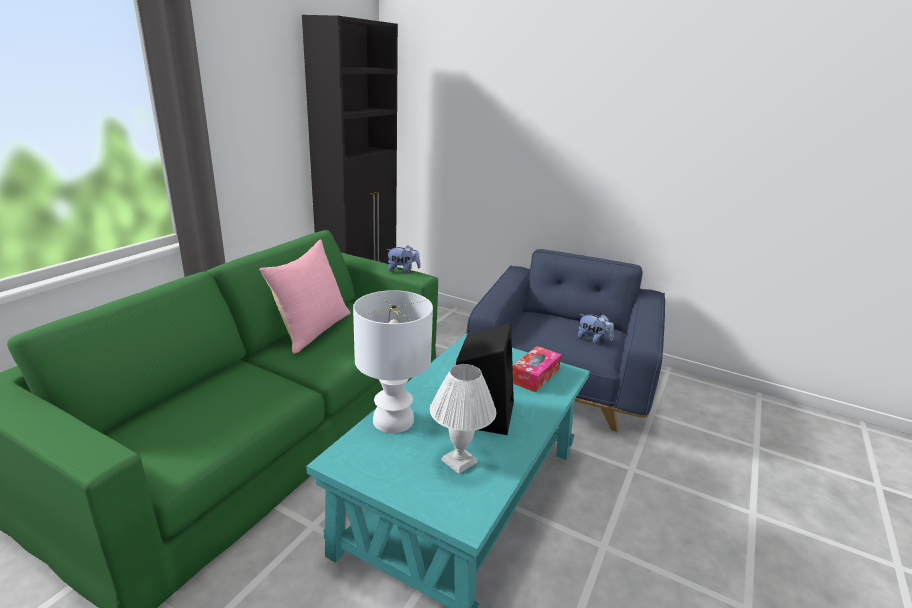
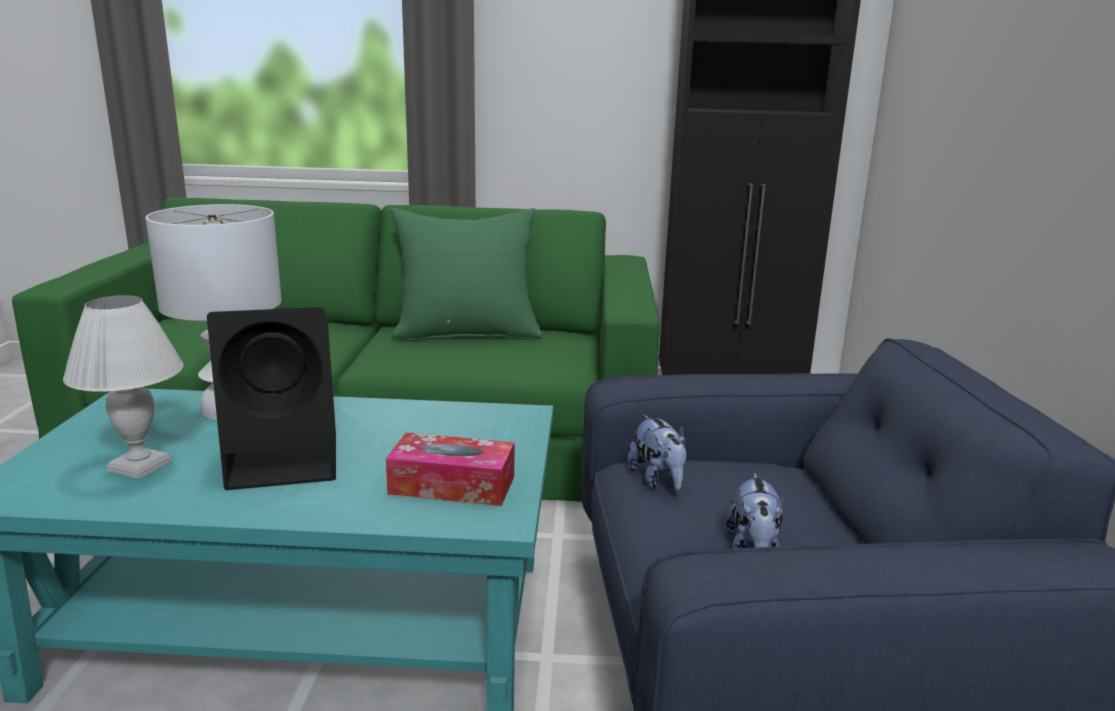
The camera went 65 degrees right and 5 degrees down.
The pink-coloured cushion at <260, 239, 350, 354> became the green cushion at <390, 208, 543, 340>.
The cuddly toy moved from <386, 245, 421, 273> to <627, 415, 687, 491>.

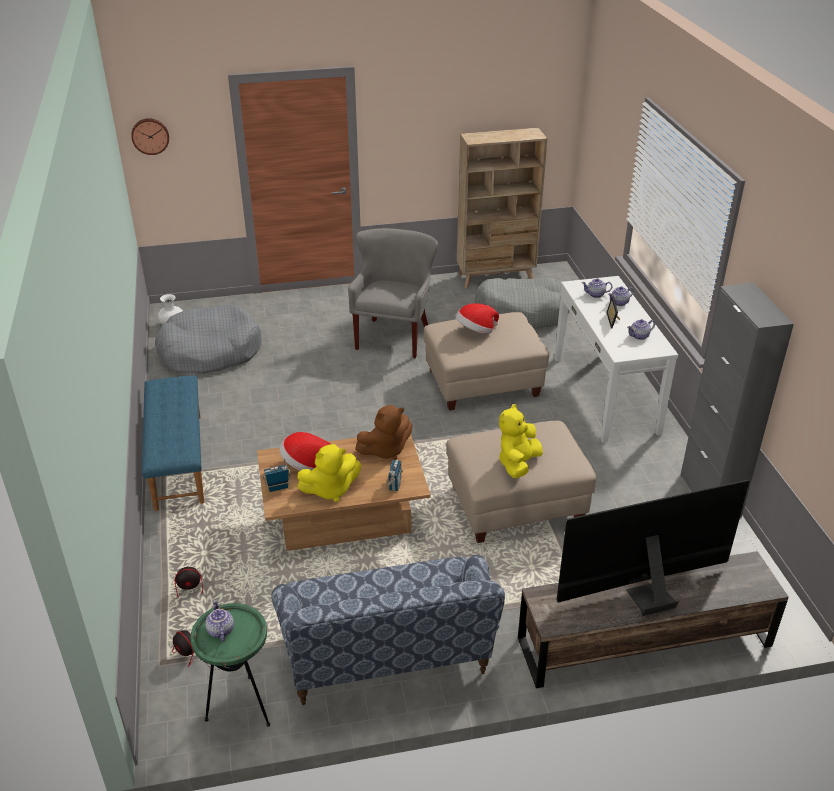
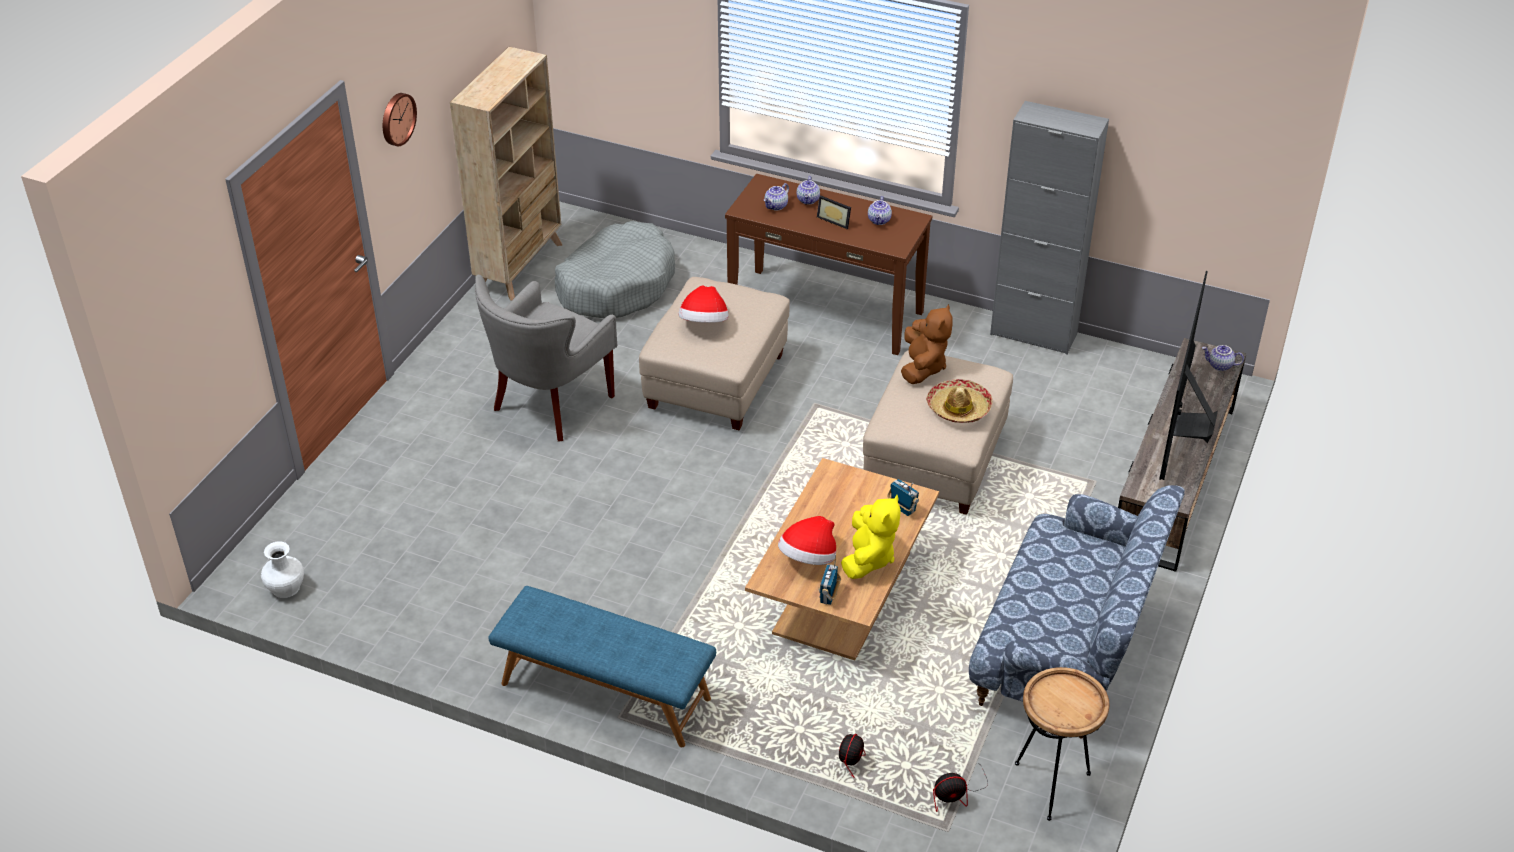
The camera went 55 degrees left and 5 degrees up.
The wall clock moved from <131, 118, 169, 155> to <383, 93, 417, 146>.
The grey pet bed at <155, 304, 262, 374> disappeared.
The green end table at <190, 603, 270, 726> became the brown-coloured end table at <1015, 667, 1110, 821>.
The tea pot moved from <205, 600, 234, 641> to <1202, 345, 1244, 371>.
The grey lounge chair at <348, 228, 438, 358> turned 105 degrees counterclockwise.
The brown-coloured cuddly toy moved from <355, 405, 412, 461> to <901, 304, 953, 384>.
The yellowish cuddly toy at <499, 404, 543, 478> was replaced by the clothing hat at <926, 379, 993, 423>.
The white hall table at <554, 276, 678, 443> became the brown-coloured hall table at <725, 174, 932, 355>.

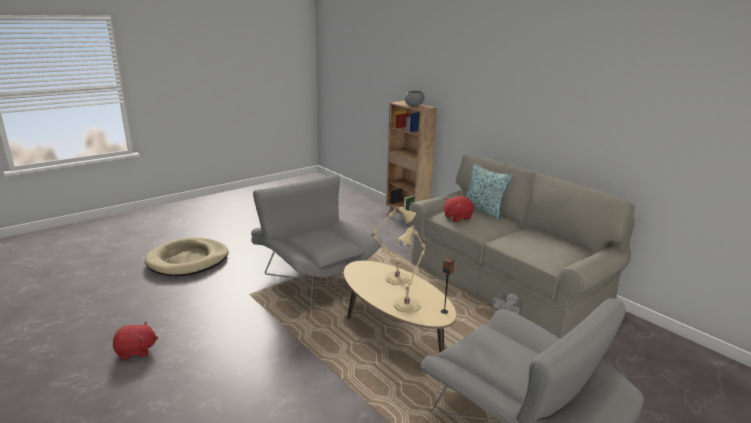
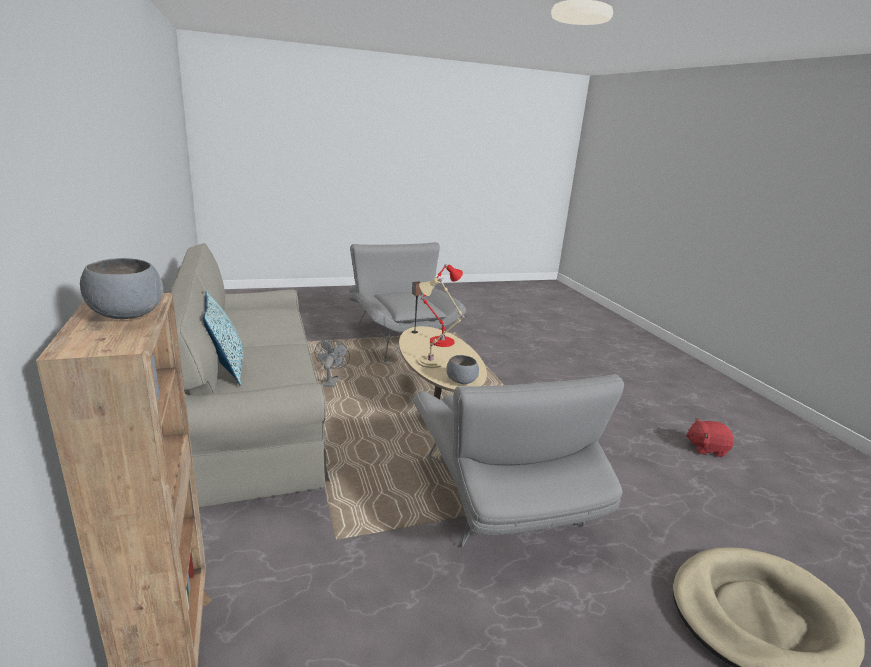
The camera went 160 degrees left and 0 degrees up.
The beige table lamp at <394, 225, 426, 313> became the red-coloured table lamp at <421, 264, 463, 347>.
The red-coloured cuddly toy at <444, 196, 474, 222> disappeared.
The grey bowl at <446, 355, 479, 384> appeared.

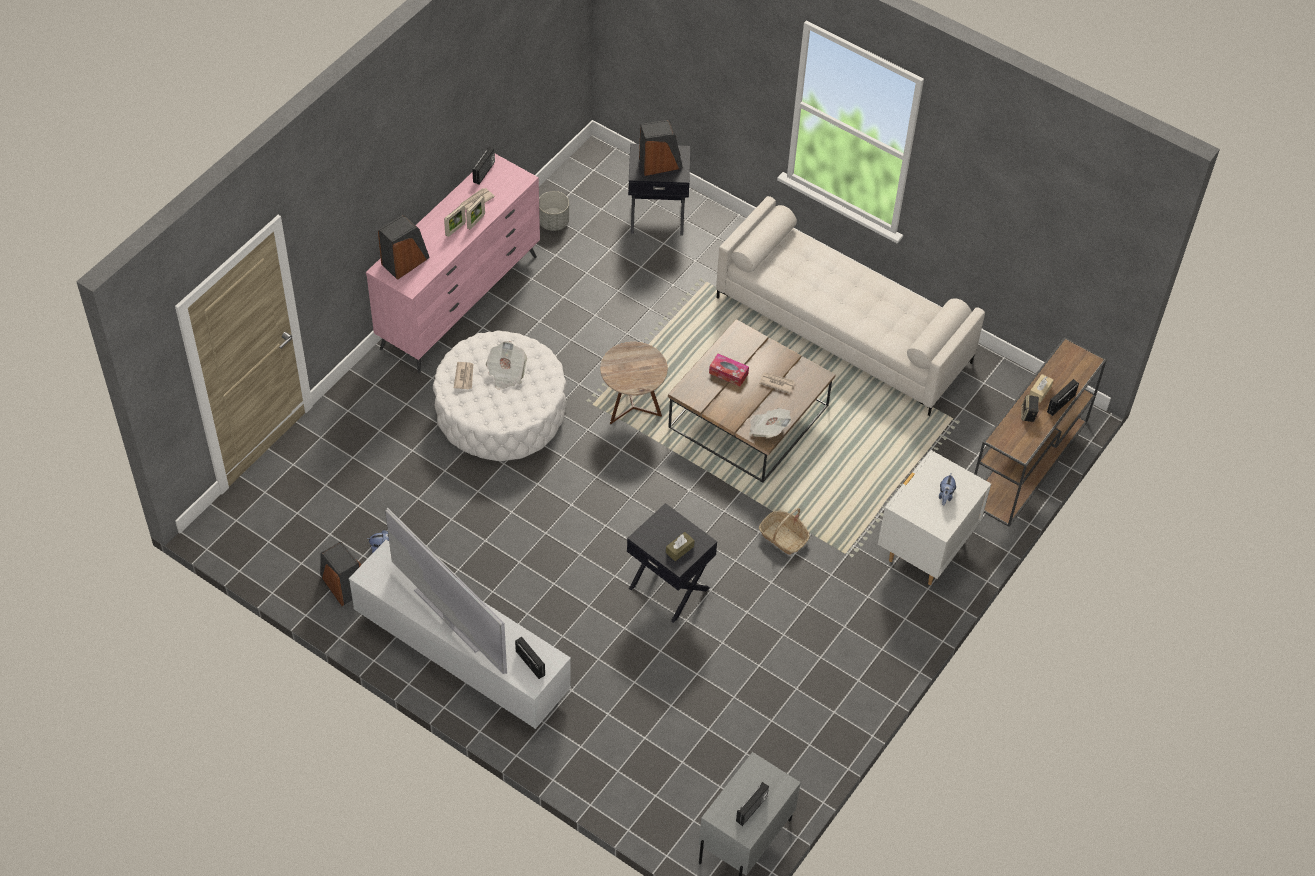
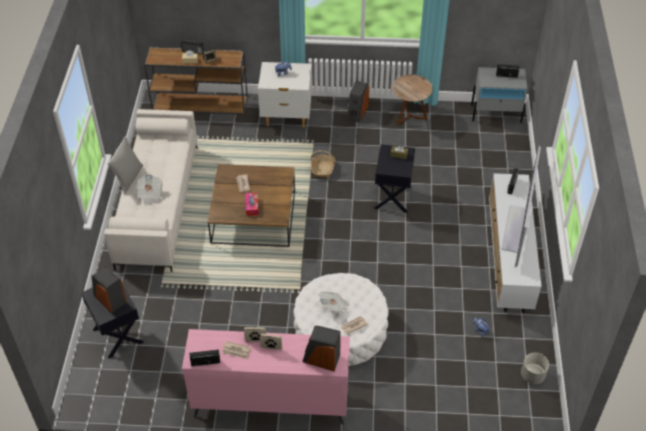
The camera went 120 degrees left and 5 degrees down.
The loudspeaker moved from <320, 542, 361, 606> to <347, 81, 369, 122>.
The grey flower pot moved from <539, 191, 569, 231> to <521, 353, 549, 384>.
The brown-coloured end table moved from <600, 342, 668, 424> to <392, 74, 433, 125>.
The printed paper moved from <749, 408, 792, 438> to <136, 174, 163, 206>.
The grey cushion at <108, 136, 143, 194> appeared.

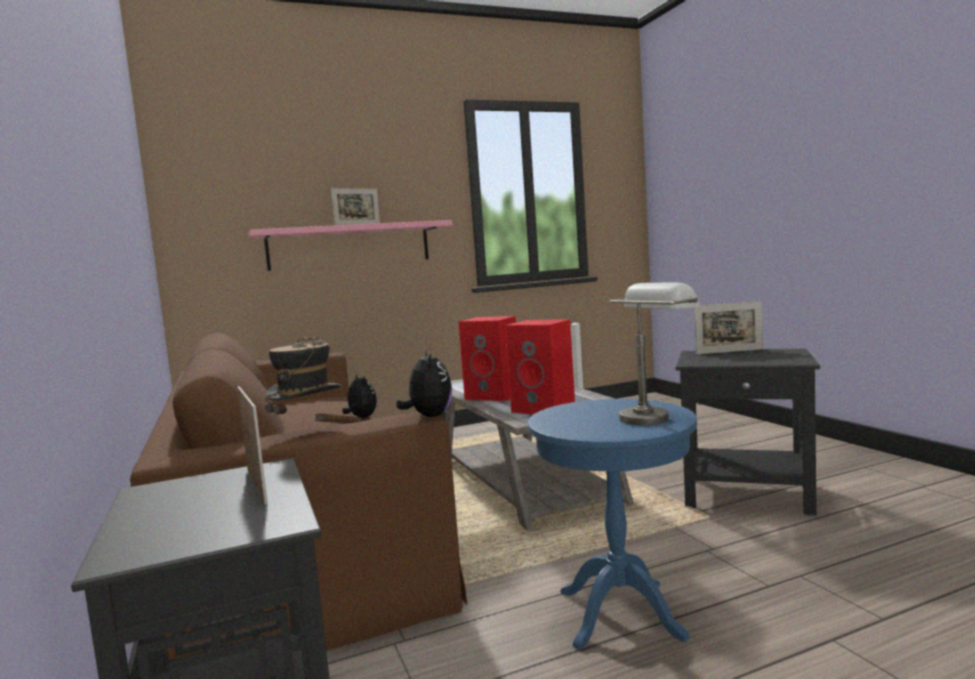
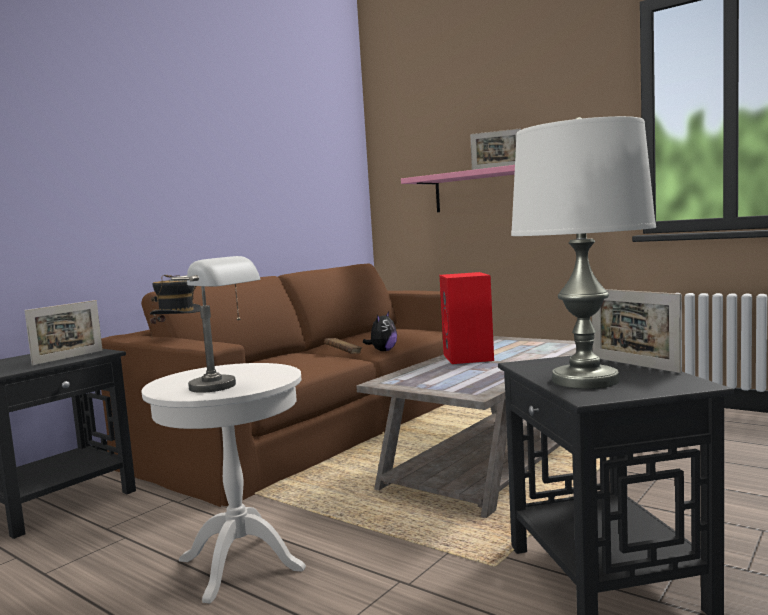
The camera went 60 degrees right and 0 degrees up.
The cuddly toy at <396, 349, 452, 417> disappeared.
The red-coloured loudspeaker at <505, 319, 575, 414> disappeared.
The blue-coloured end table at <528, 399, 697, 650> became the white end table at <141, 363, 306, 604>.
The white table lamp at <511, 116, 656, 389> appeared.

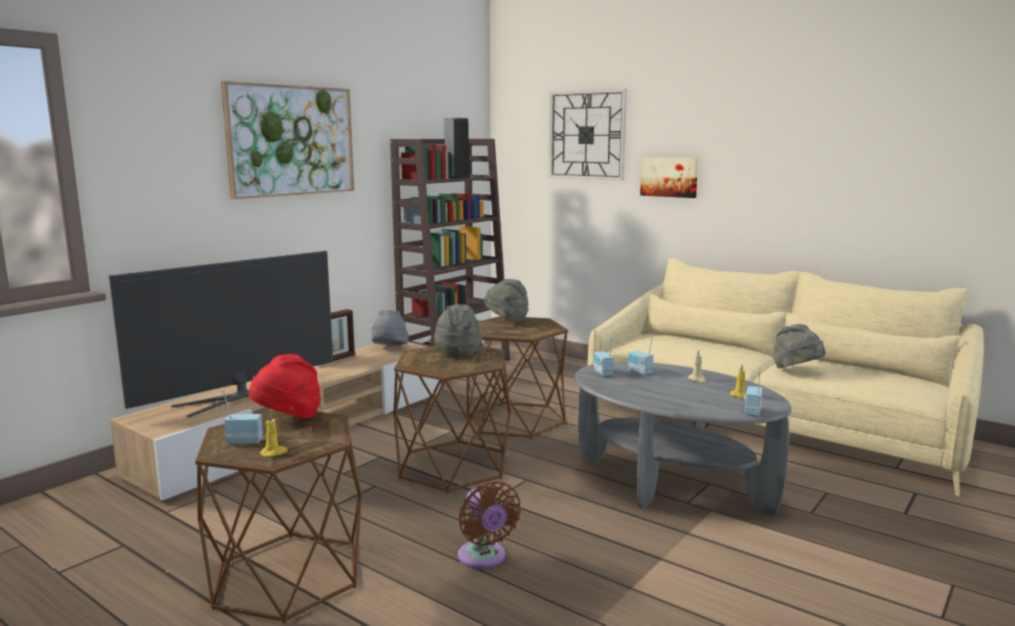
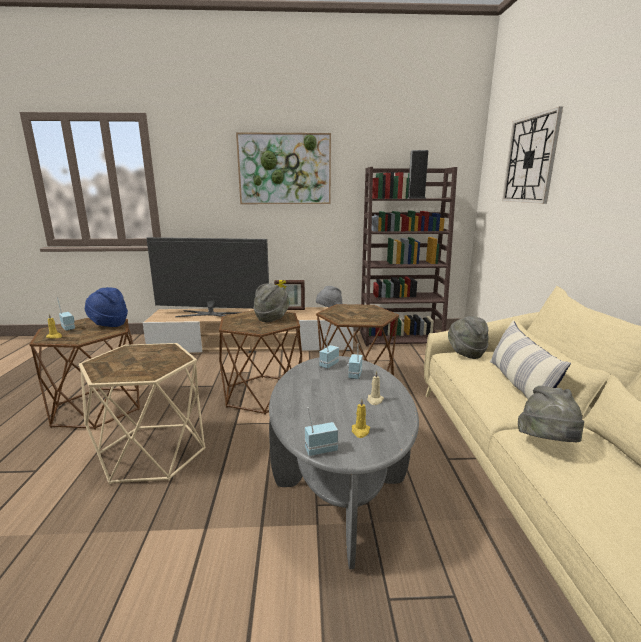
The camera went 50 degrees right and 5 degrees up.
The red-coloured clothing hat at <249, 354, 321, 418> became the blue-coloured clothing hat at <84, 287, 128, 327>.
The brown-coloured cooling fan at <458, 481, 521, 569> was replaced by the beige end table at <79, 343, 206, 485>.
The grey clothing hat moved from <484, 279, 529, 323> to <448, 316, 488, 359>.
The picture at <640, 157, 698, 198> disappeared.
The cushion at <490, 321, 571, 399> appeared.

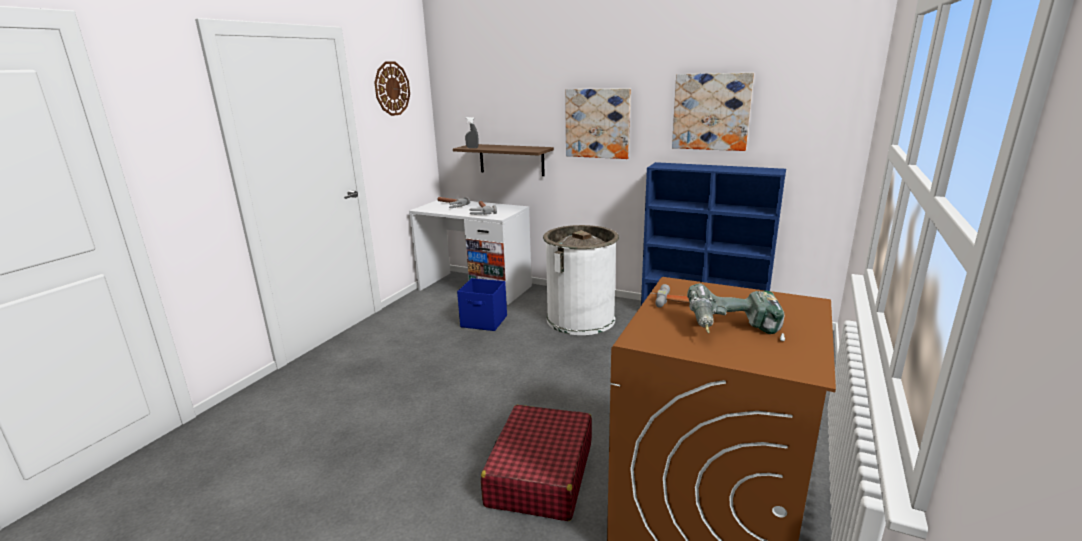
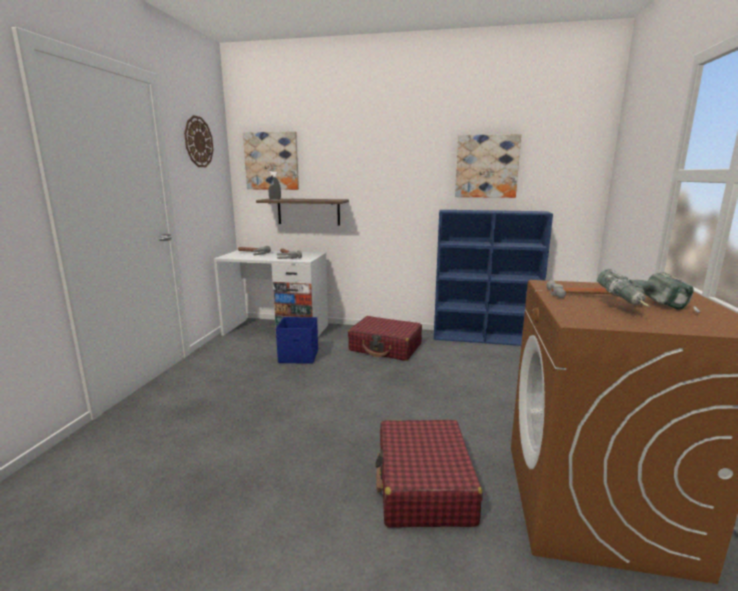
The camera went 15 degrees left and 5 degrees down.
The white trash can at <543, 225, 619, 335> was replaced by the red-coloured piece of luggage at <348, 316, 422, 361>.
The picture moved from <565, 88, 631, 159> to <243, 131, 299, 190>.

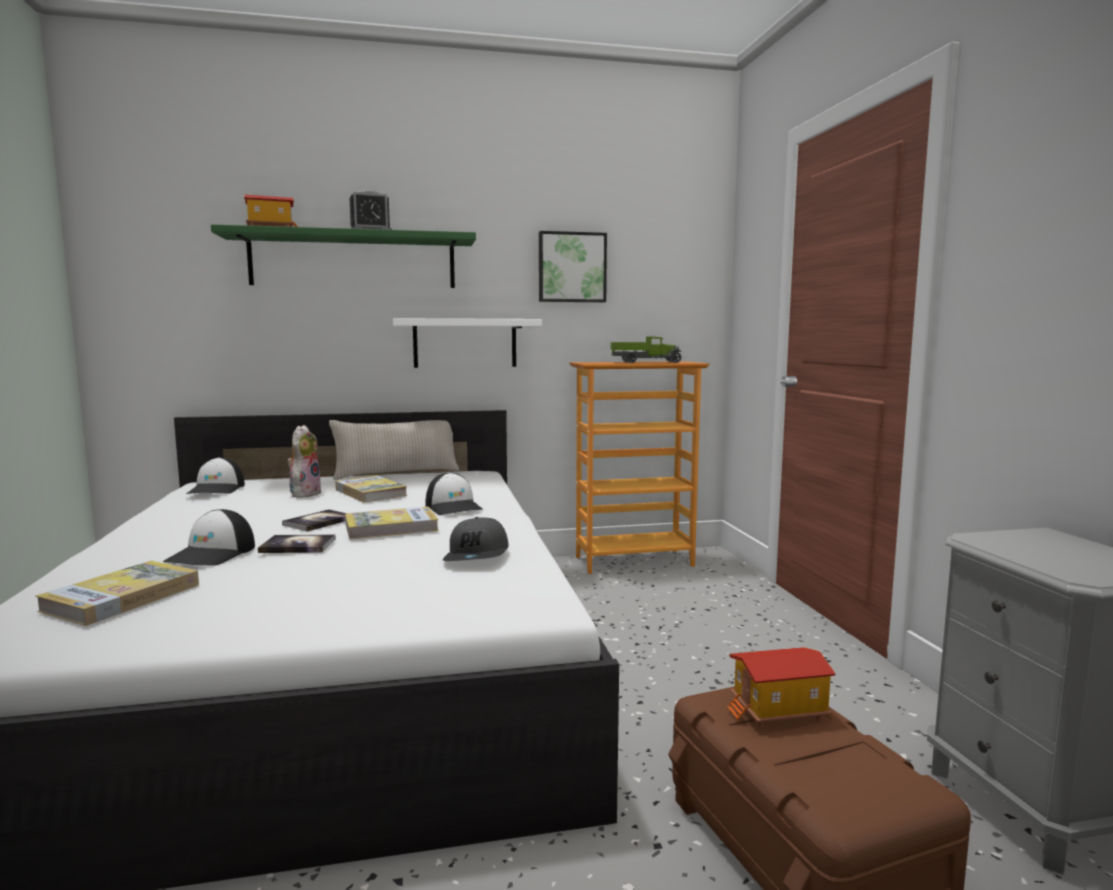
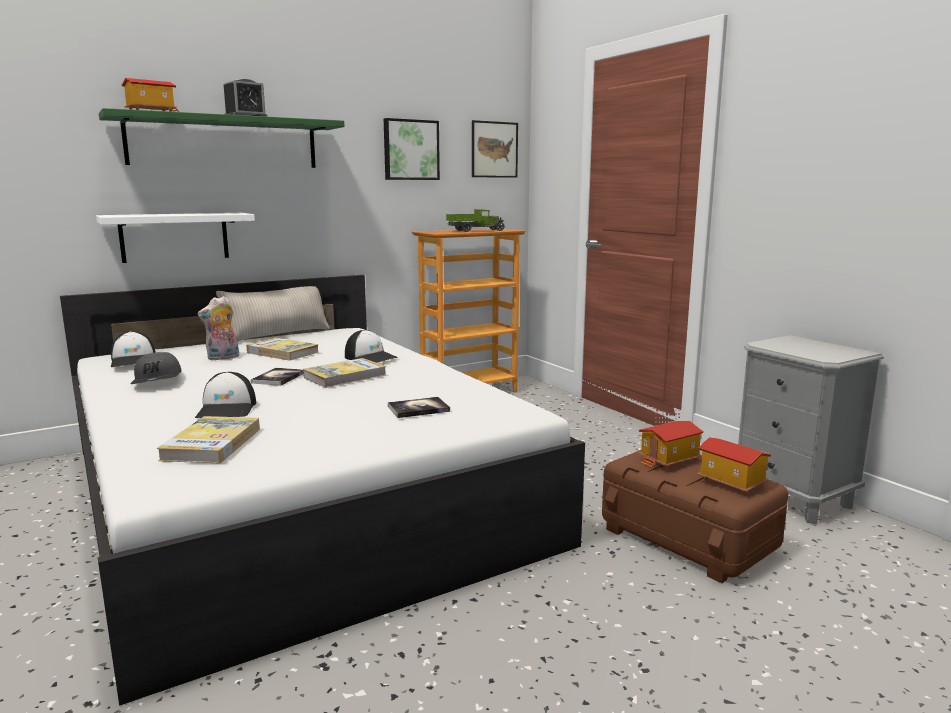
The camera went 20 degrees left and 5 degrees up.
The book moved from <258, 534, 336, 553> to <388, 397, 450, 418>.
The cuddly toy at <287, 425, 321, 498> turned 120 degrees counterclockwise.
The white bracket shelf moved from <393, 318, 542, 368> to <96, 213, 255, 263>.
The grey baseball cap moved from <443, 517, 509, 561> to <130, 352, 182, 384>.
The picture at <472, 120, 518, 178> appeared.
The toy house at <697, 437, 771, 495> appeared.

